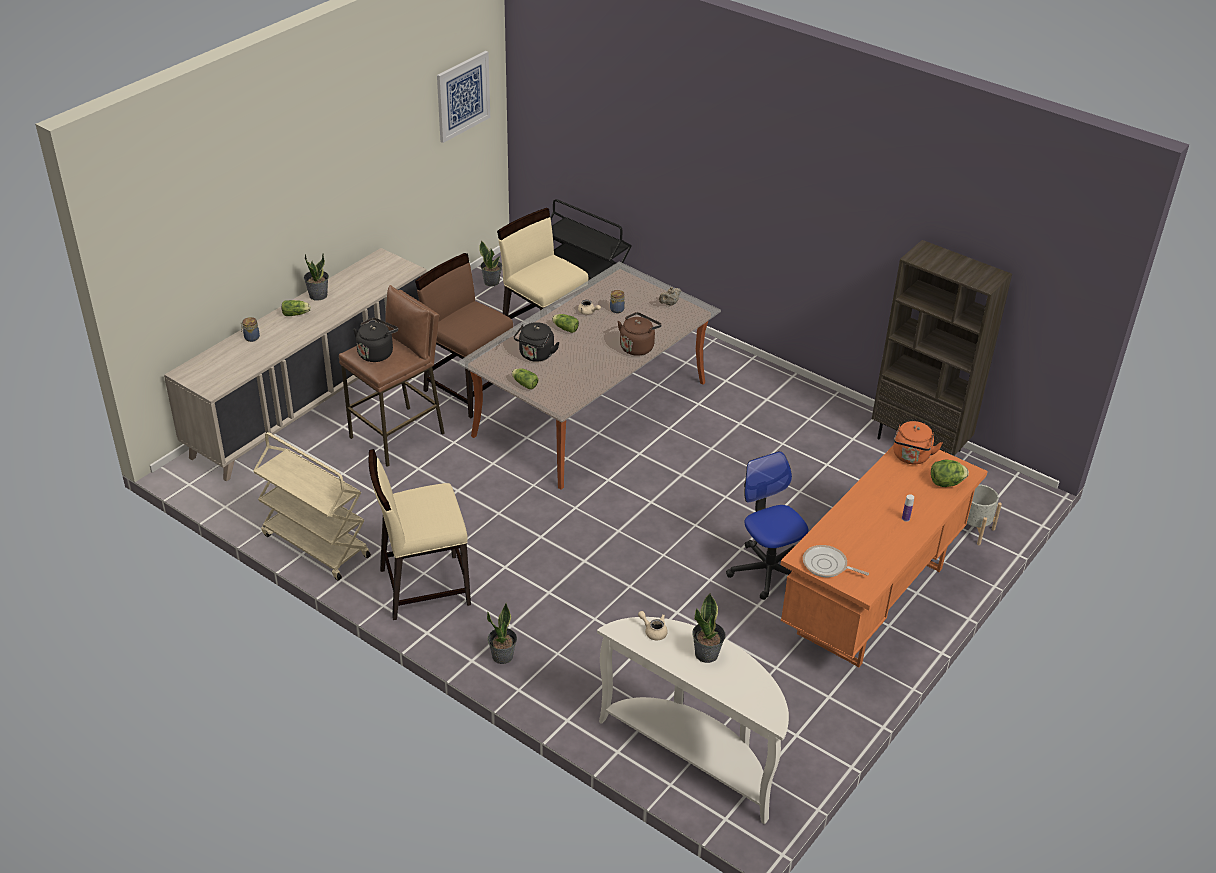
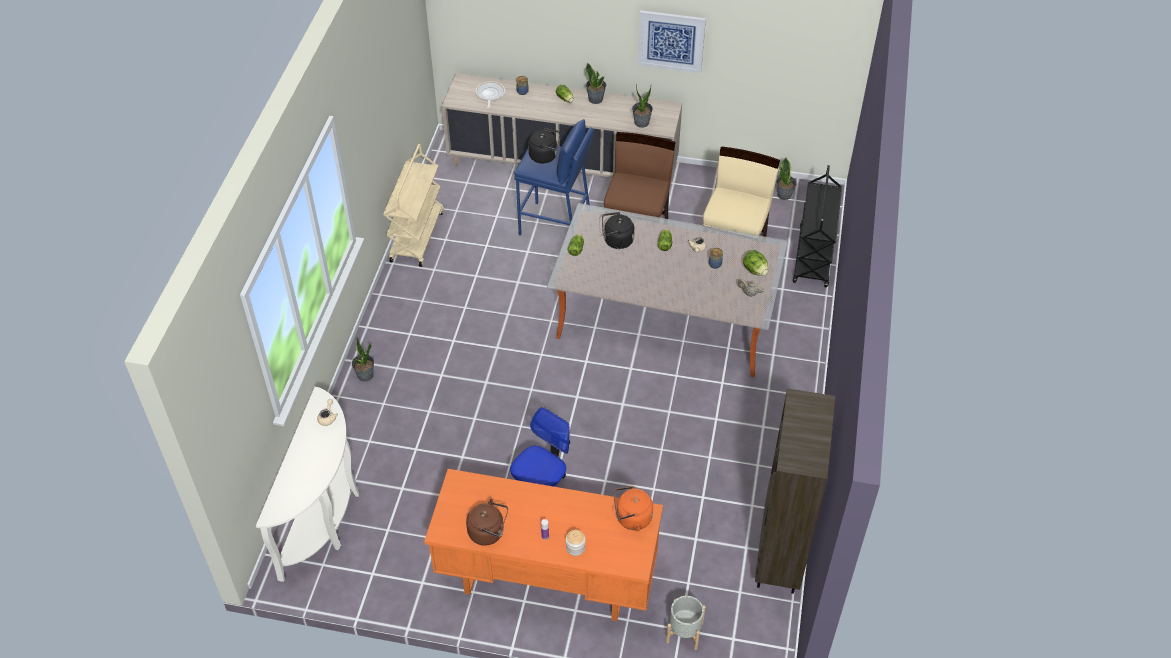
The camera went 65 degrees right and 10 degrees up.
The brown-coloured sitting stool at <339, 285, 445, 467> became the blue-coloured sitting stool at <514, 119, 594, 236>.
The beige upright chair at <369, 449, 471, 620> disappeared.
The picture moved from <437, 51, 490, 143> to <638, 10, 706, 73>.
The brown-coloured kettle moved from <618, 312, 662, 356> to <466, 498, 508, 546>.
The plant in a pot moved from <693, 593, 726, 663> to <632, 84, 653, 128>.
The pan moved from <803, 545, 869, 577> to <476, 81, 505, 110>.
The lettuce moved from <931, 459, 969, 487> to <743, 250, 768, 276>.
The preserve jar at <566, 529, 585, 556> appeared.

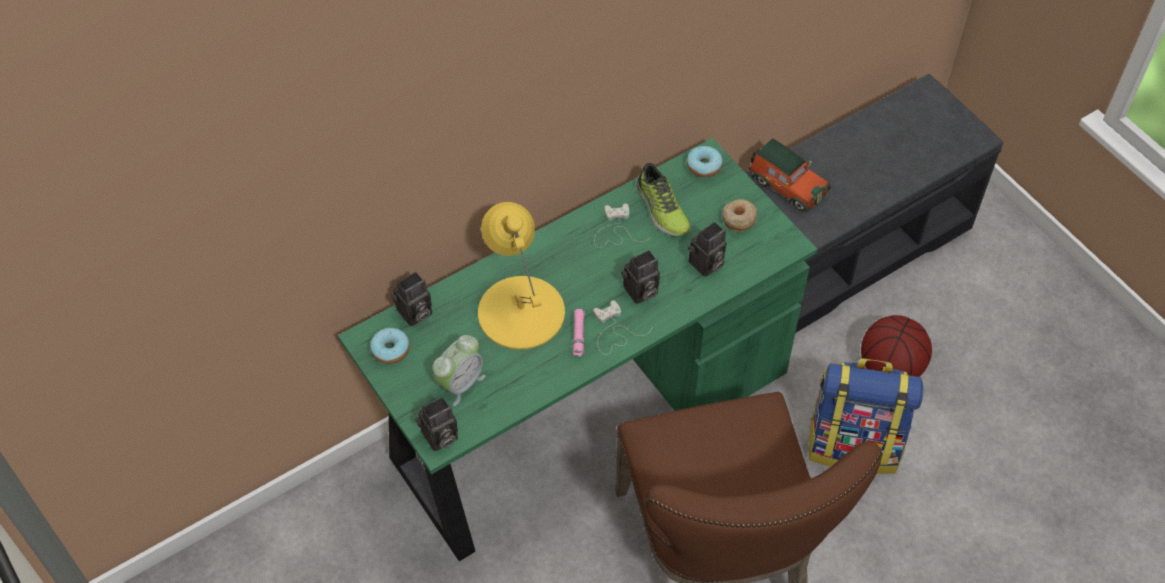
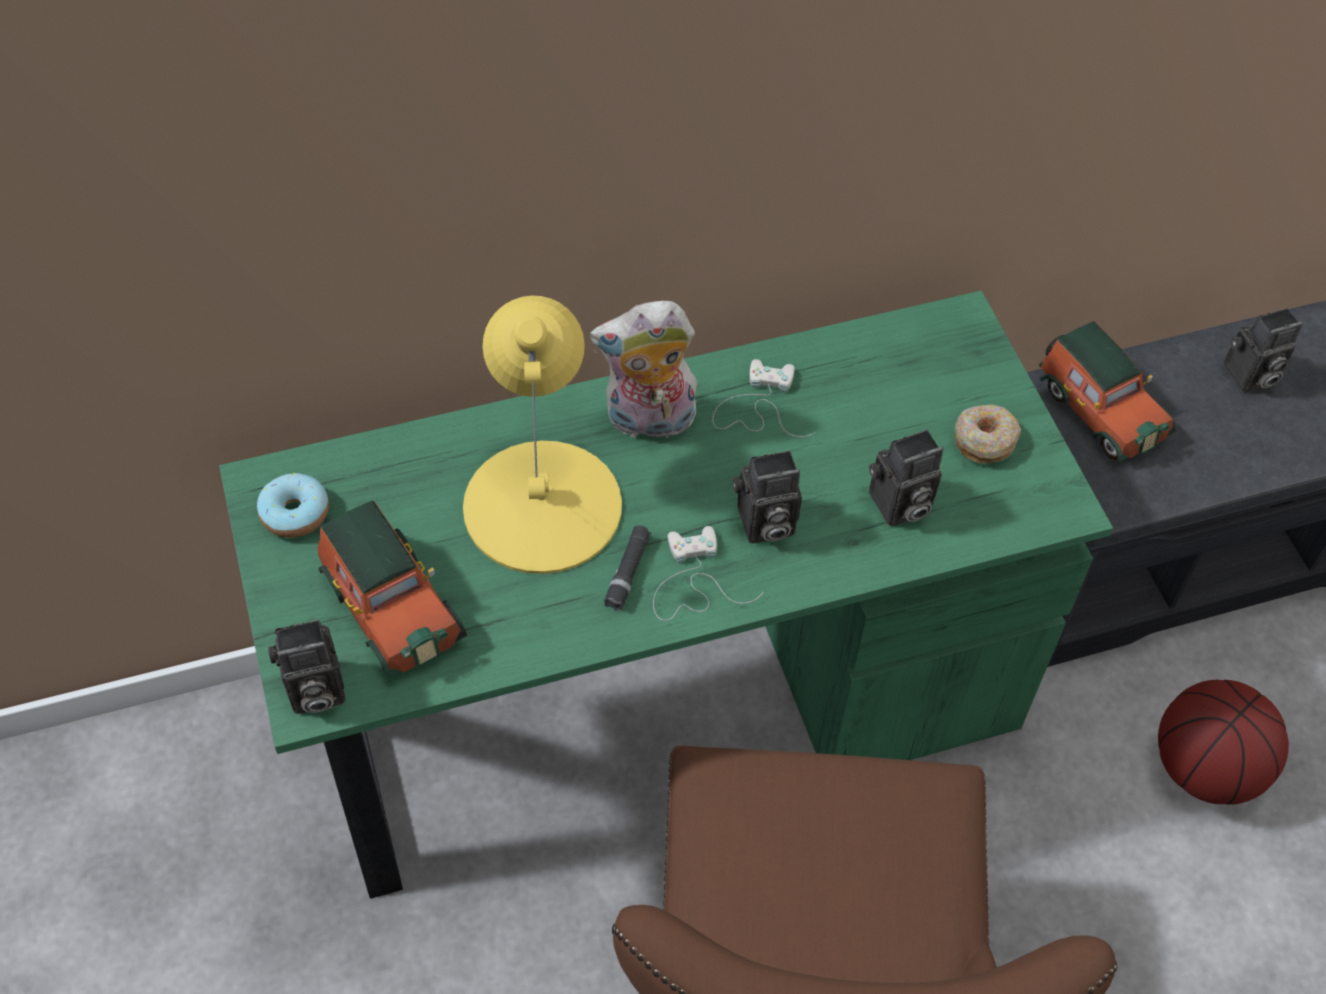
The camera went 15 degrees right and 0 degrees up.
The photo camera moved from <391, 272, 432, 326> to <1224, 308, 1303, 392>.
The alarm clock at <433, 335, 485, 406> was replaced by the toy car at <318, 501, 467, 678>.
The pink-coloured hand torch at <573, 309, 584, 357> became the black-coloured hand torch at <604, 525, 651, 611>.
The item of footwear at <636, 163, 691, 236> disappeared.
The doughnut at <687, 146, 723, 177> disappeared.
The knapsack at <809, 358, 923, 474> disappeared.
The cuddly toy at <590, 301, 697, 444> appeared.

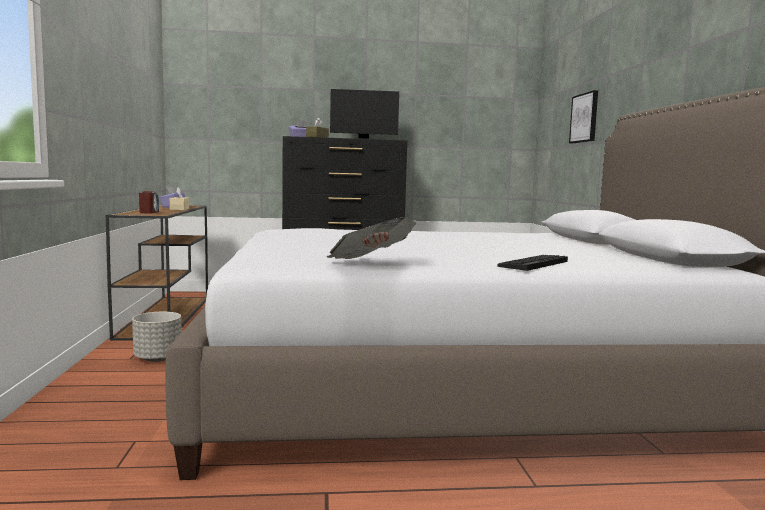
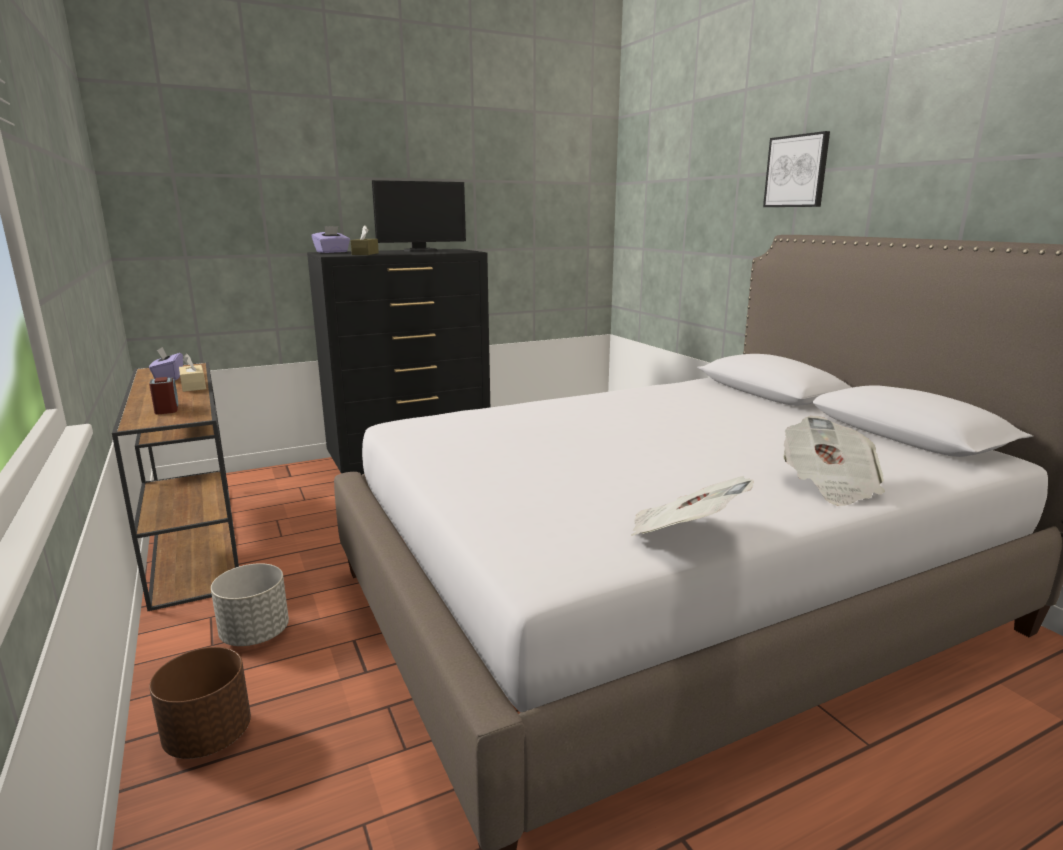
The camera went 20 degrees left and 10 degrees up.
The PC keyboard at <497, 255, 568, 271> was replaced by the printed paper at <783, 416, 885, 506>.
The picture moved from <569, 90, 598, 143> to <763, 131, 830, 207>.
The brown-coloured flower pot at <149, 647, 251, 759> appeared.

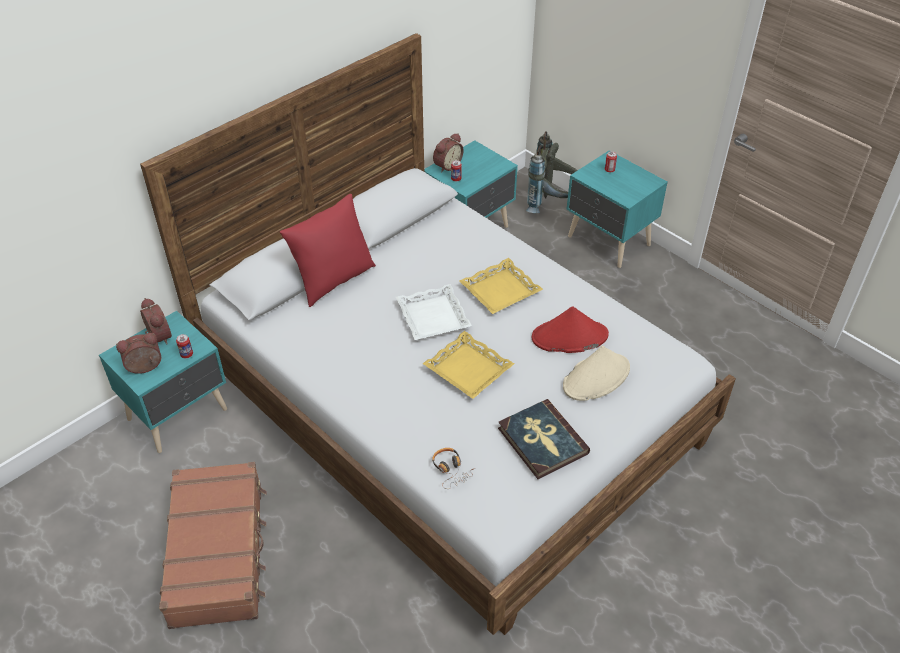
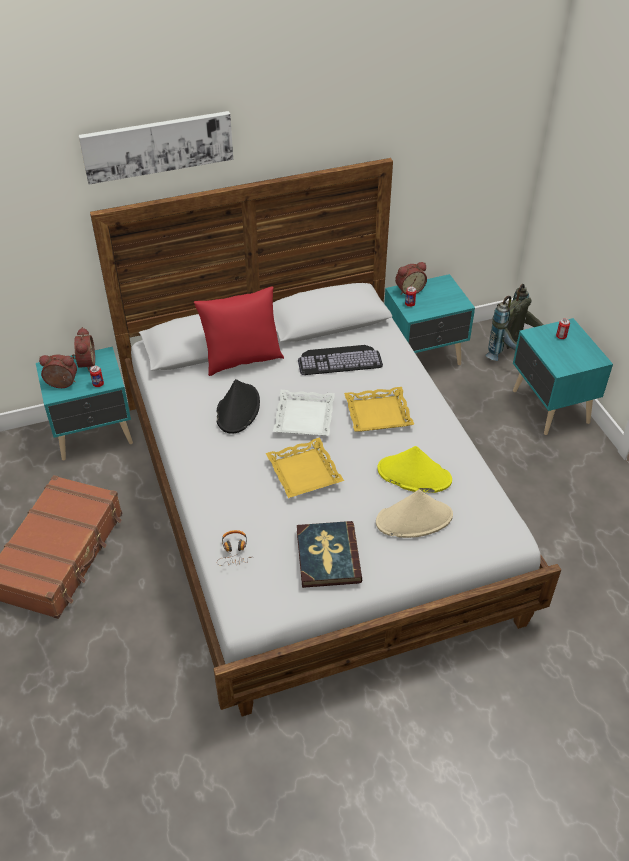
The camera went 25 degrees right and 0 degrees up.
The red-coloured clothing hat at <531, 307, 609, 353> became the yellowish clothing hat at <377, 446, 452, 493>.
The picture at <79, 111, 233, 184> appeared.
The black-coloured clothing hat at <216, 379, 260, 434> appeared.
The PC keyboard at <298, 345, 383, 375> appeared.

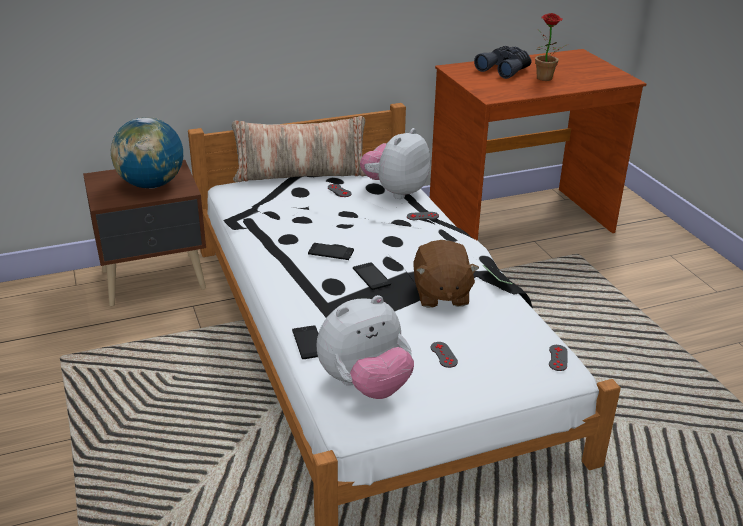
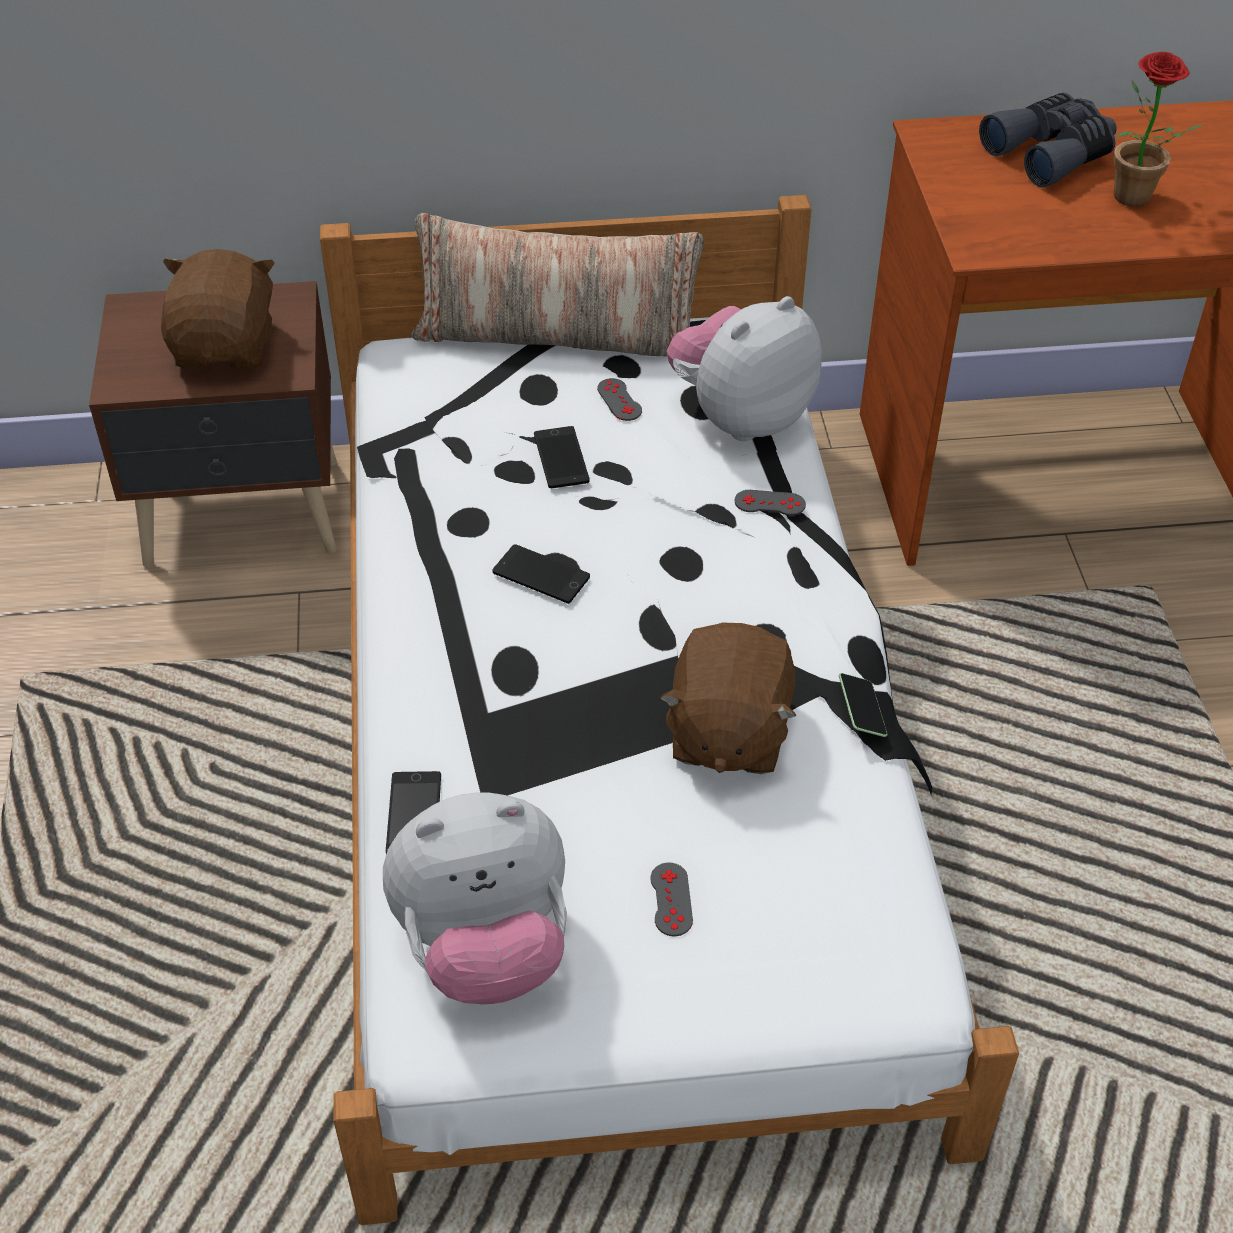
The camera went 15 degrees right and 15 degrees up.
The world globe at <111, 117, 183, 189> was replaced by the brown-coloured cuddly toy at <161, 249, 275, 369>.
The handset moved from <353, 262, 391, 290> to <534, 426, 590, 488>.
The grey joypad at <549, 345, 567, 371> disappeared.

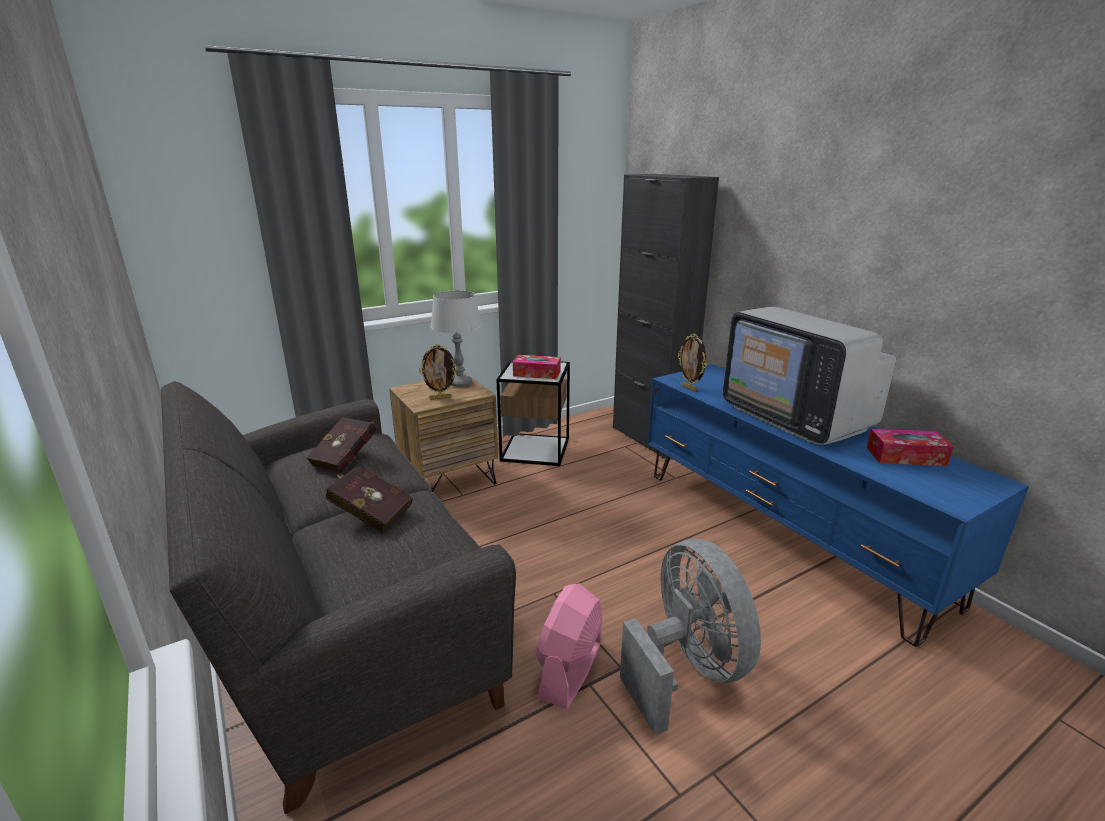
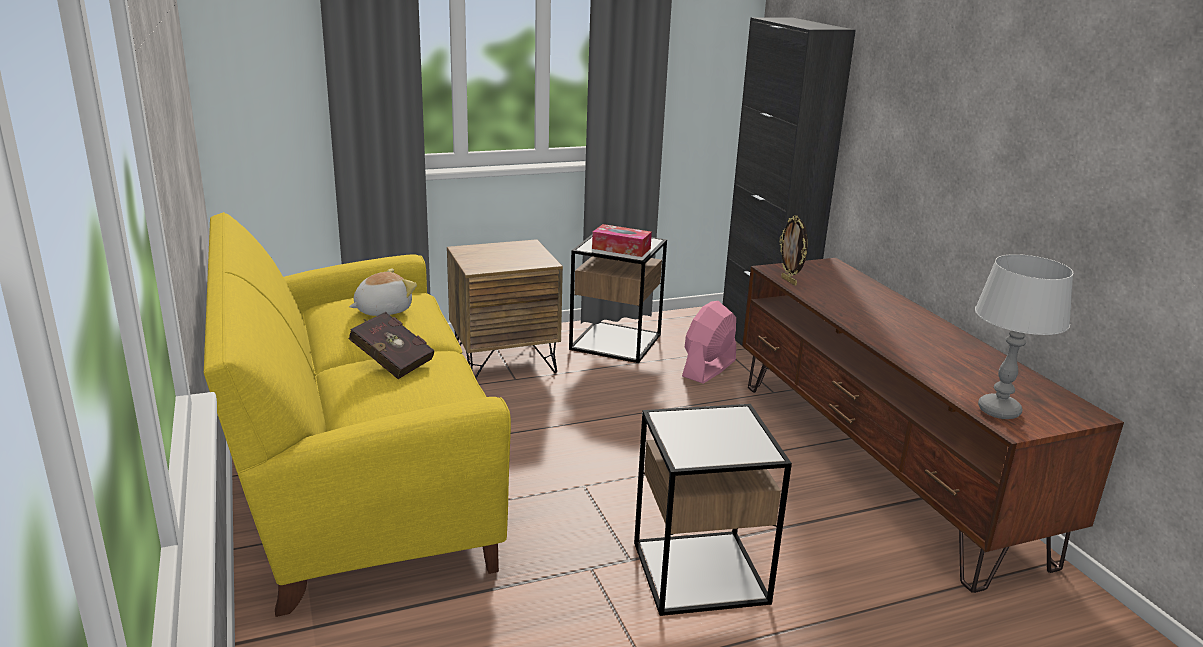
The camera went 10 degrees right and 0 degrees up.
The grey sofa at <161, 381, 516, 814> became the yellowish sofa at <204, 212, 511, 617>.
The red-coloured book at <307, 417, 376, 472> was replaced by the cuddly toy at <349, 268, 417, 316>.
The photo frame at <419, 344, 458, 400> disappeared.
The grey table lamp moved from <430, 290, 482, 387> to <975, 254, 1074, 419>.
The pink-coloured cooling fan moved from <536, 584, 603, 709> to <682, 301, 736, 383>.
The grey cooling fan at <620, 539, 761, 735> was replaced by the end table at <634, 404, 792, 616>.
The blue-coloured media console at <648, 364, 1029, 647> became the brown-coloured media console at <742, 258, 1124, 593>.
The TV set at <723, 307, 896, 445> disappeared.
The box of tissues at <867, 429, 954, 466> disappeared.

